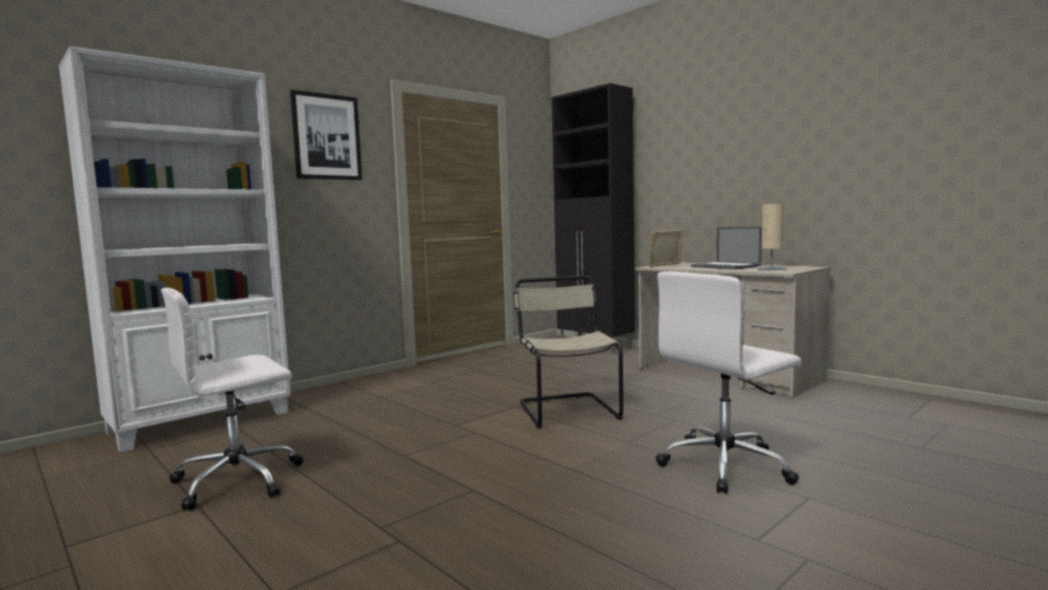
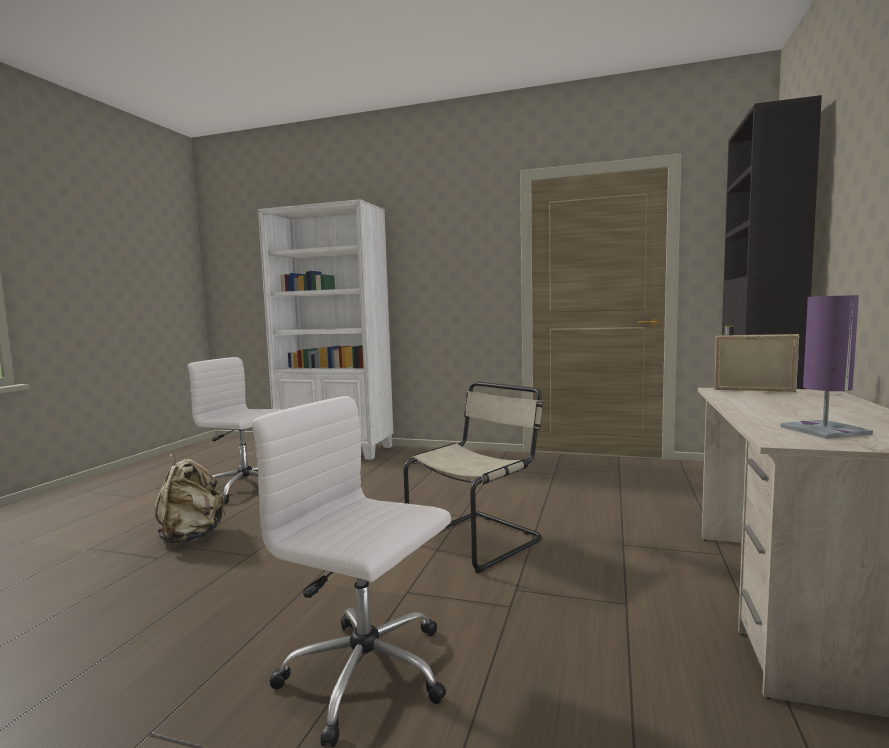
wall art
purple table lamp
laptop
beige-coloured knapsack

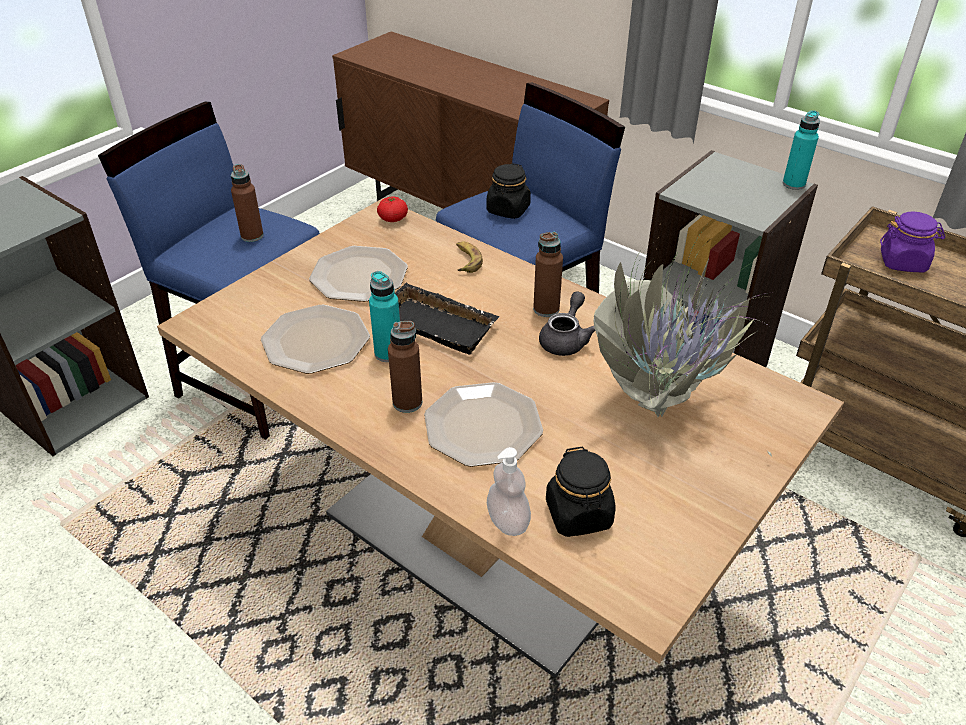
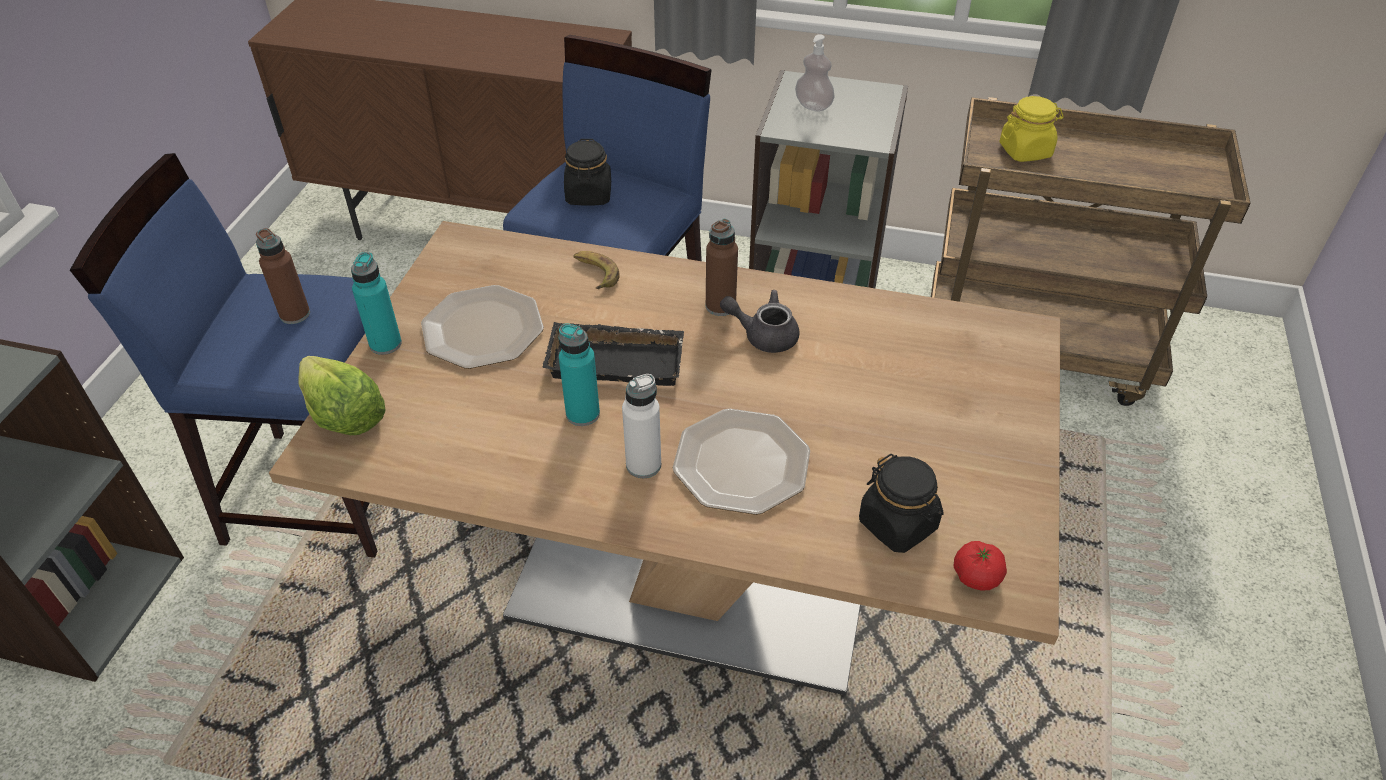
turquoise-coloured bottle (1st from left)
tomato
yellowish jar
houseplant
grey pot for tea
flat dish (1st from left in the first image)
white bottle
soap bottle
lettuce head

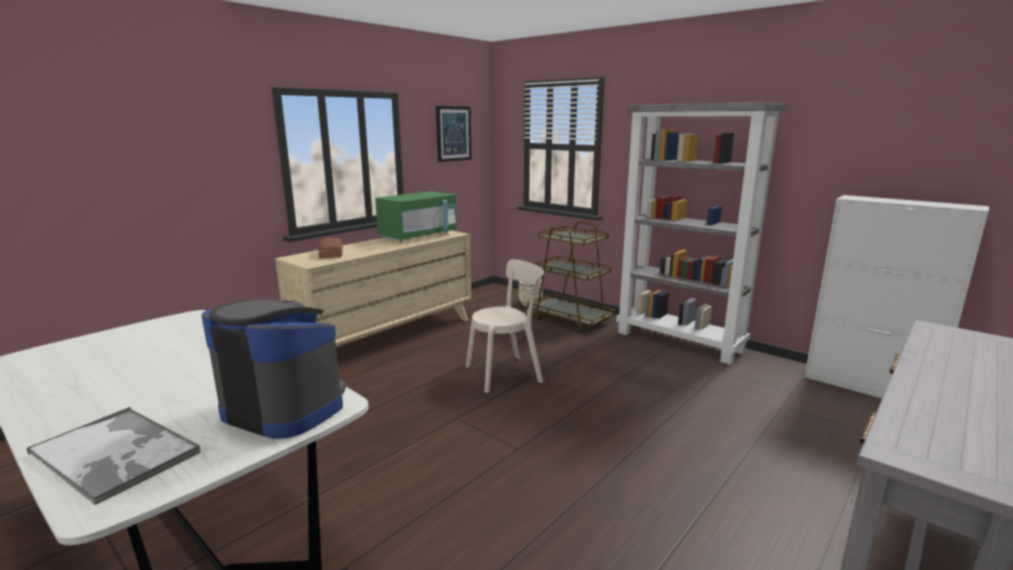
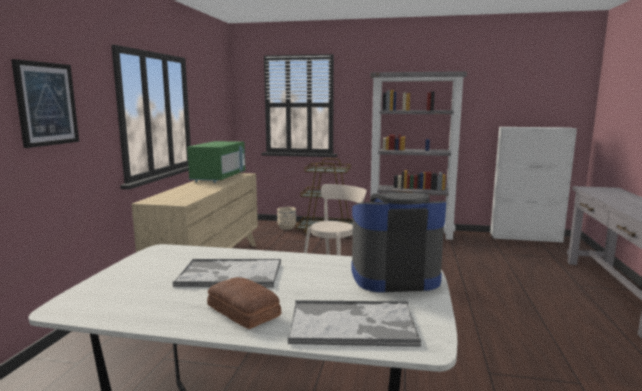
wall art
baked bread
tray (1st from left)

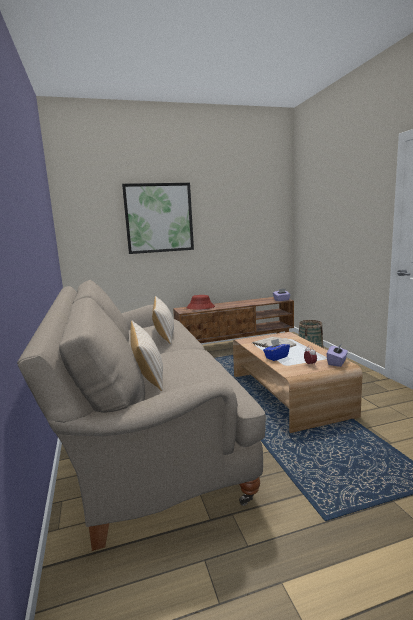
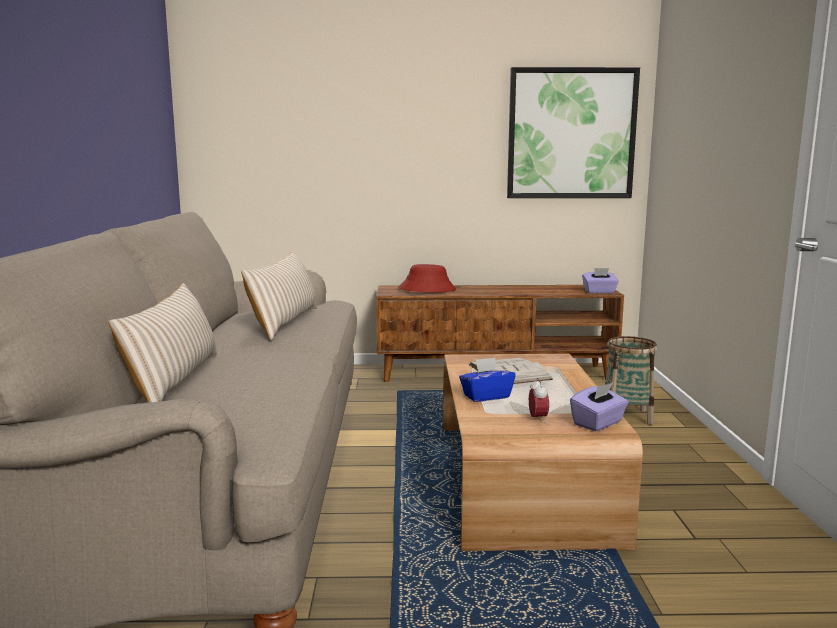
wall art

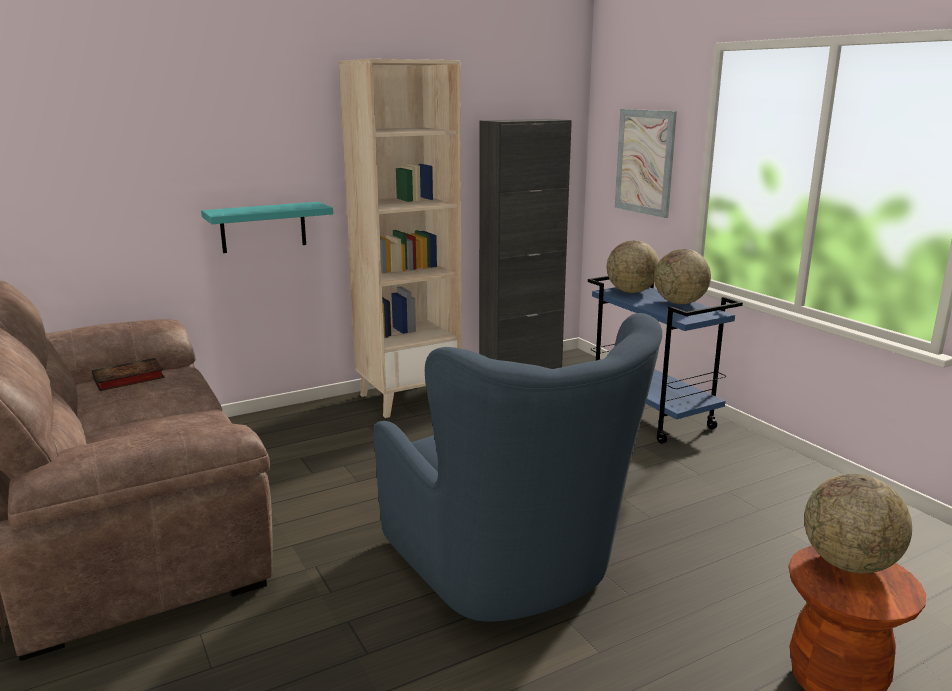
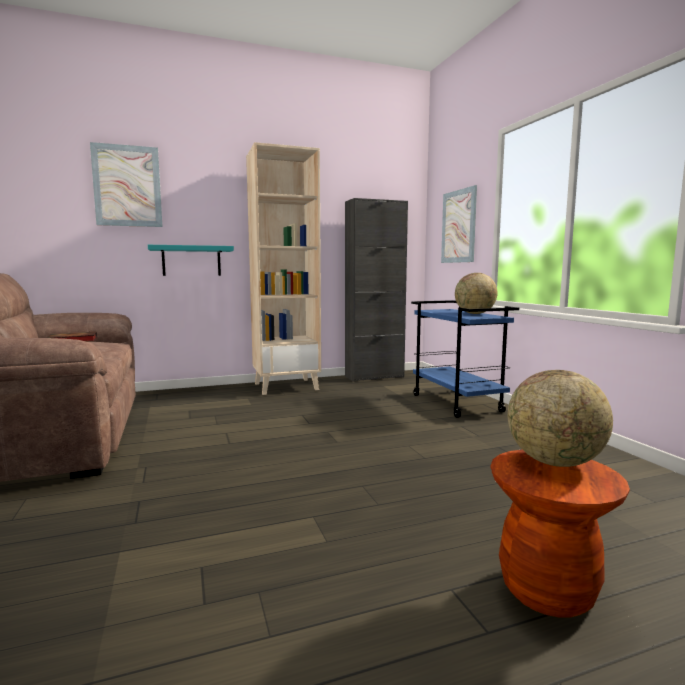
globe (1st from left in the first image)
blue easy chair
wall art (1st from left)

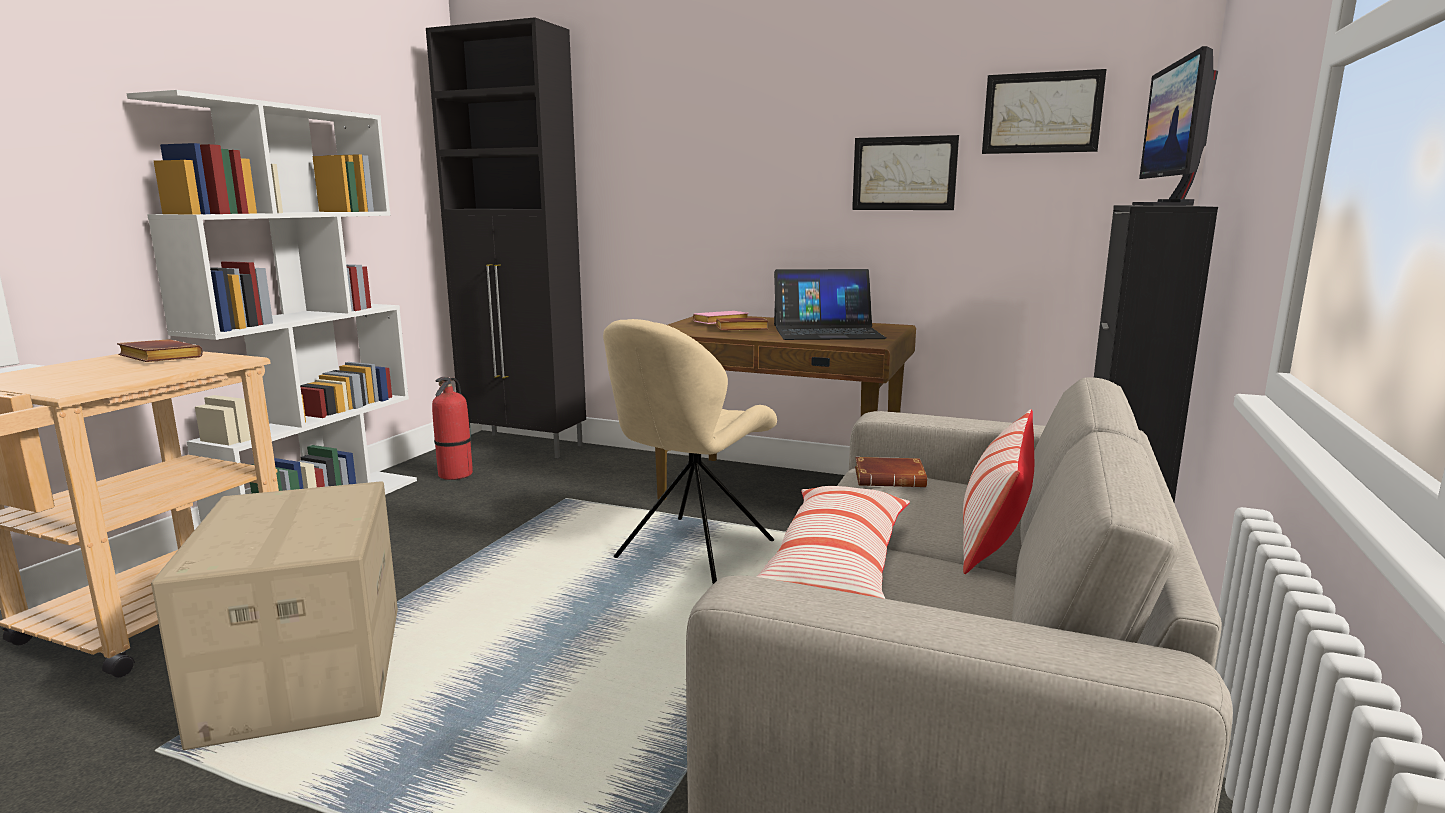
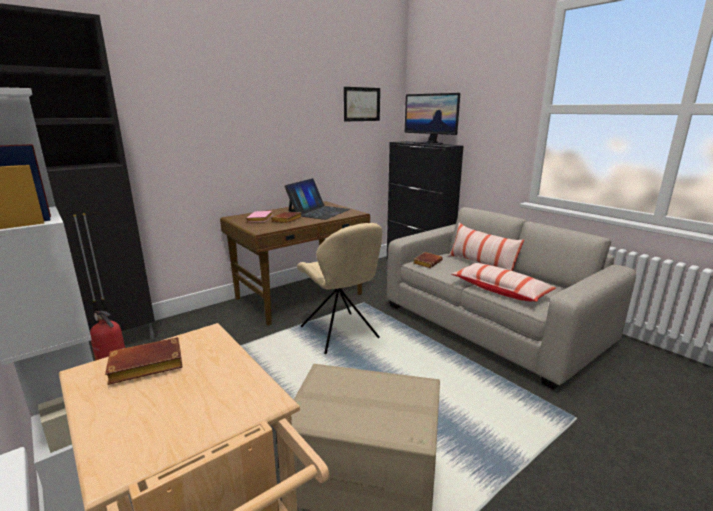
wall art (1st from left in the first image)

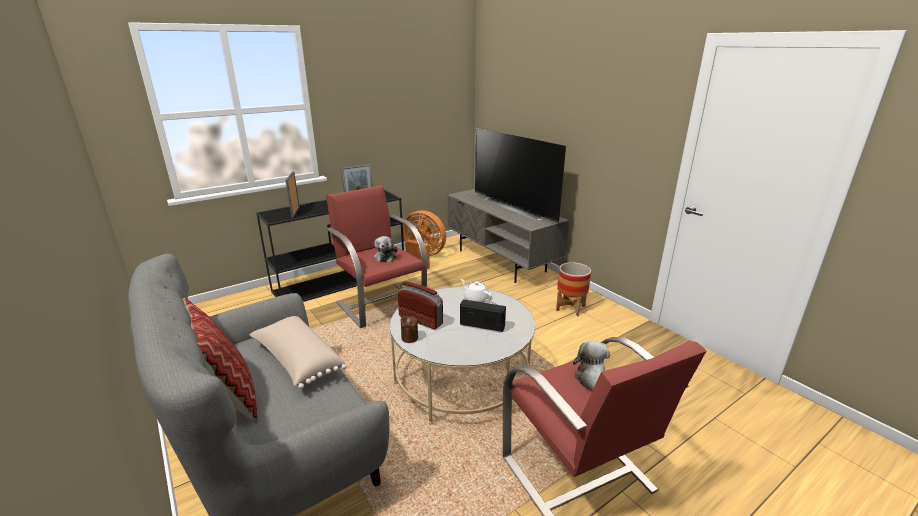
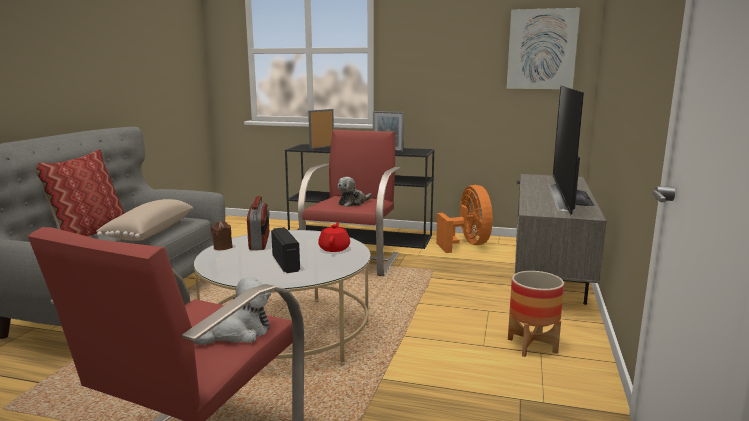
reddish pot for tea
wall art

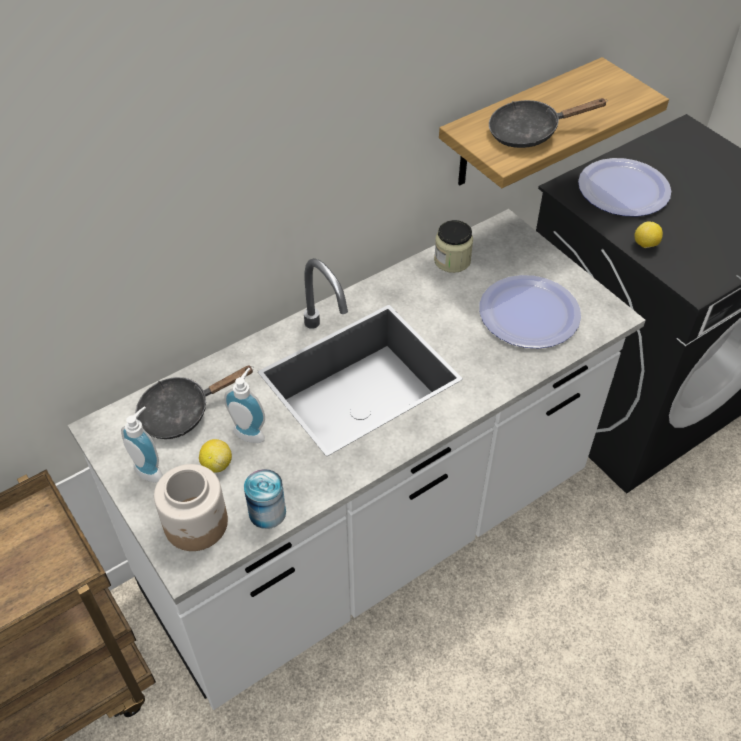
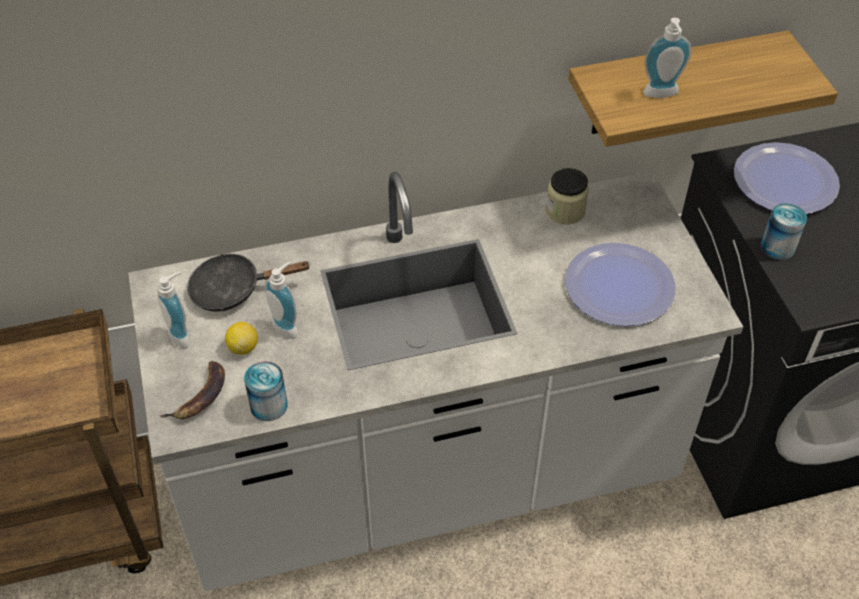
soap bottle (3rd from left)
sealed can (2nd from left)
banana

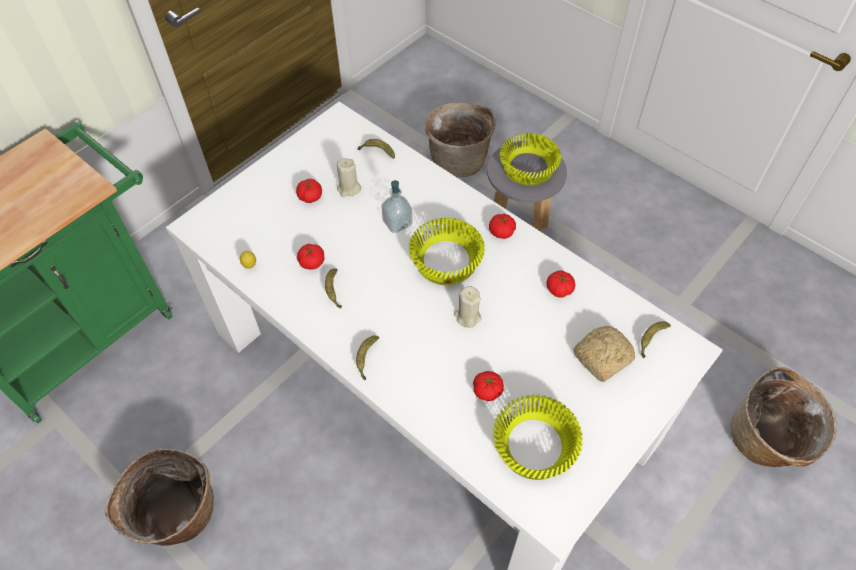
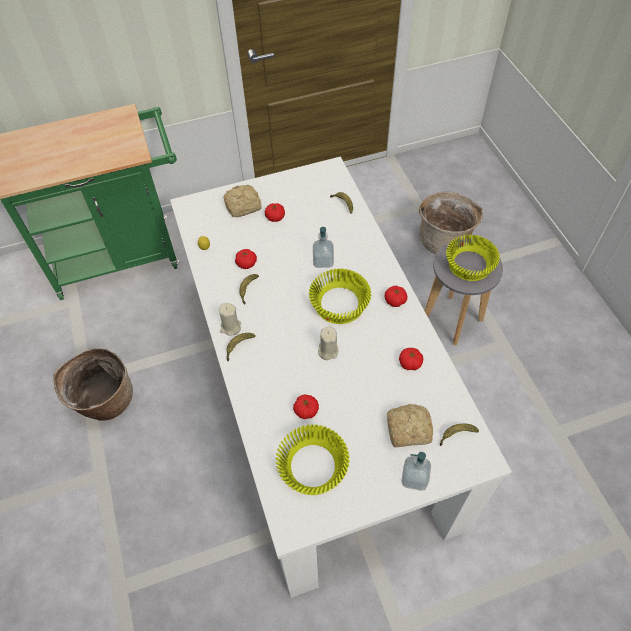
beige-coloured wax light (1st from left)
storage basket (3rd from left in the first image)
baked bread (1st from left)
soap bottle (2nd from left)

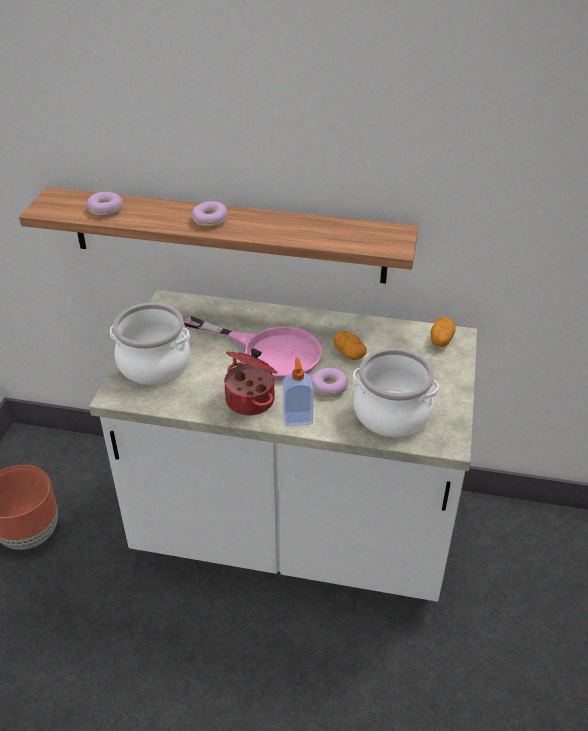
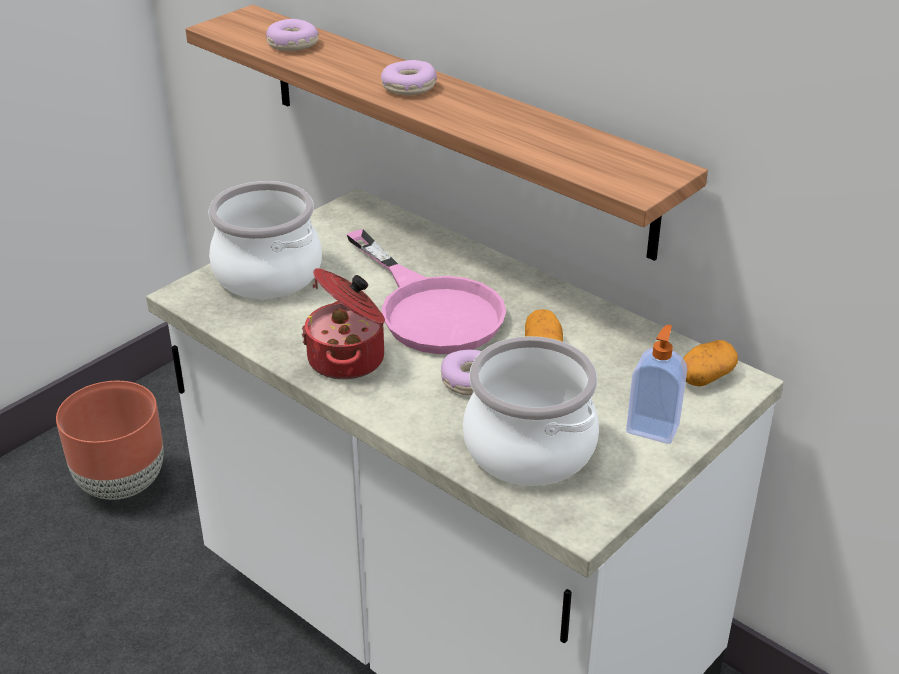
soap bottle

